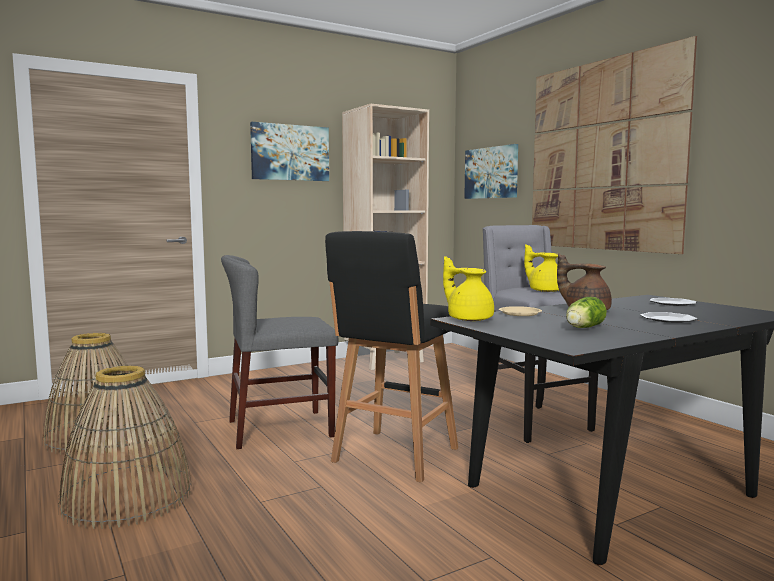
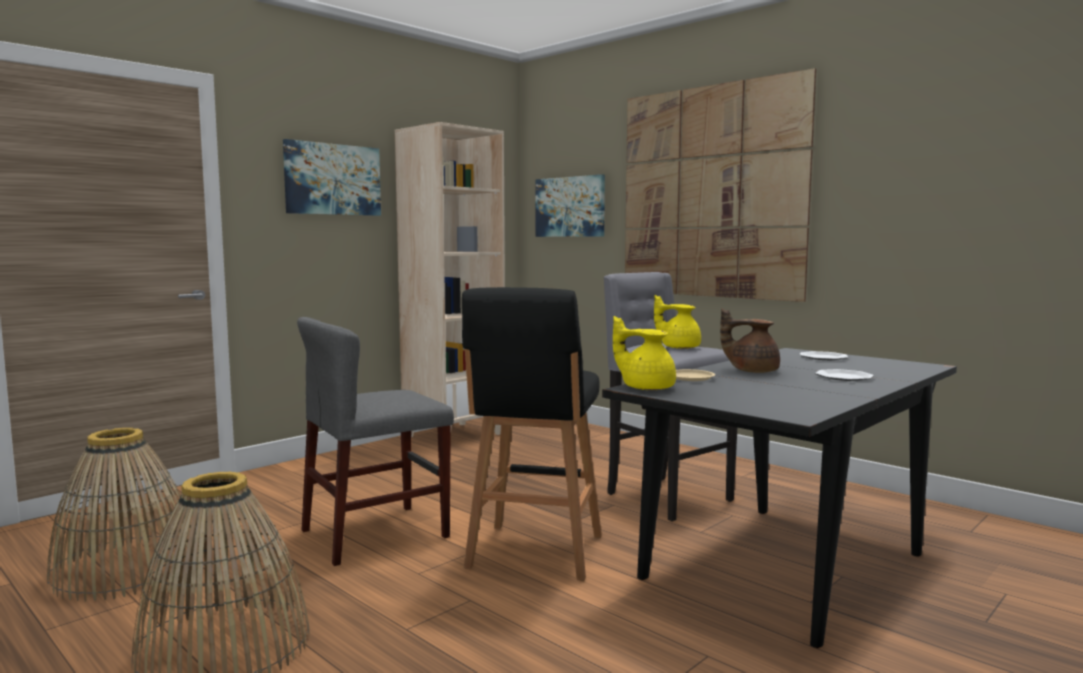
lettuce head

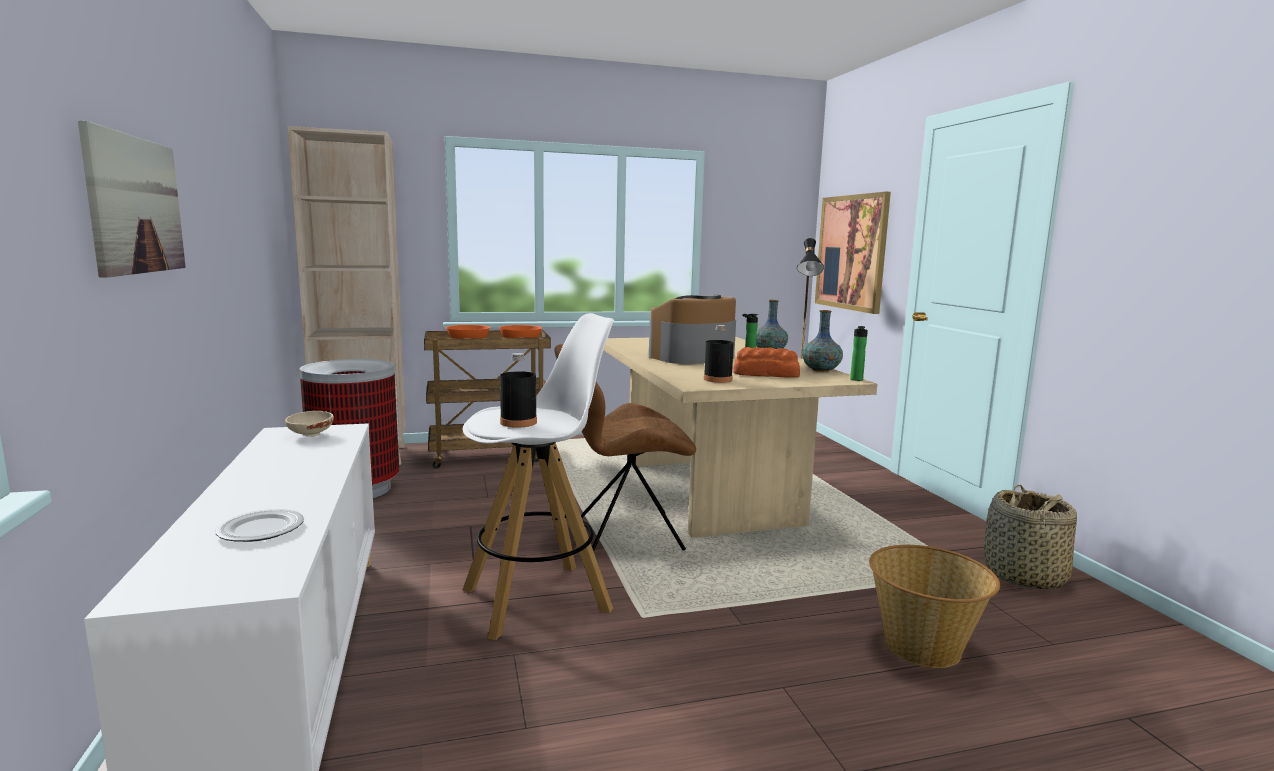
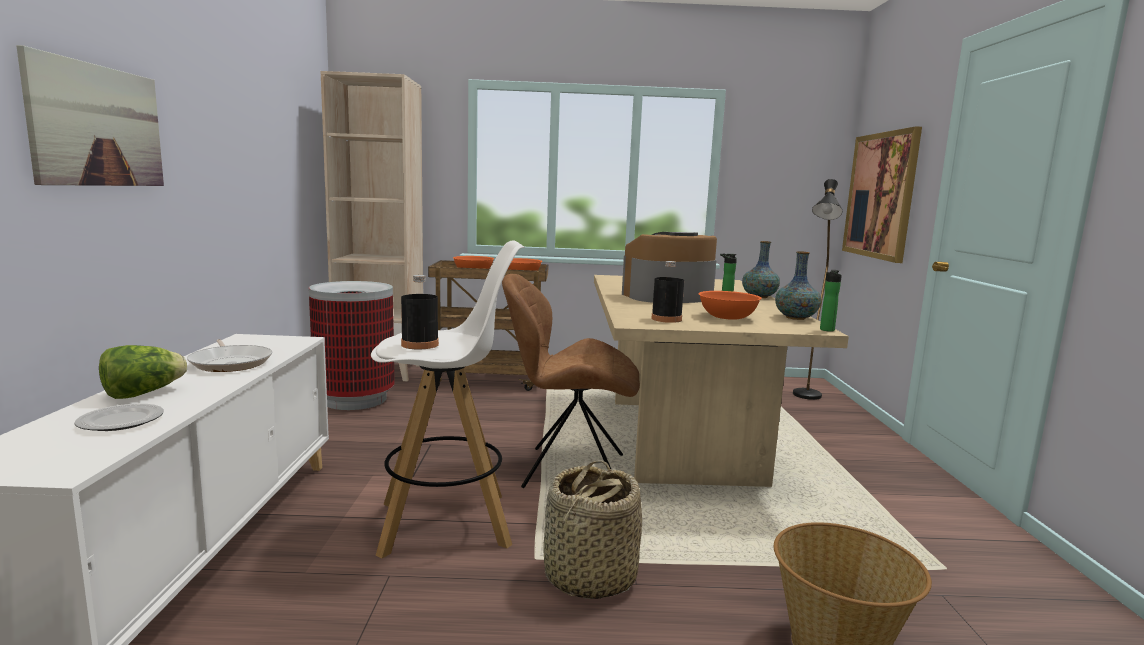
orange serving bowl (3rd from left)
beige-coloured serving bowl
storage basket (1st from left)
pan
lettuce head

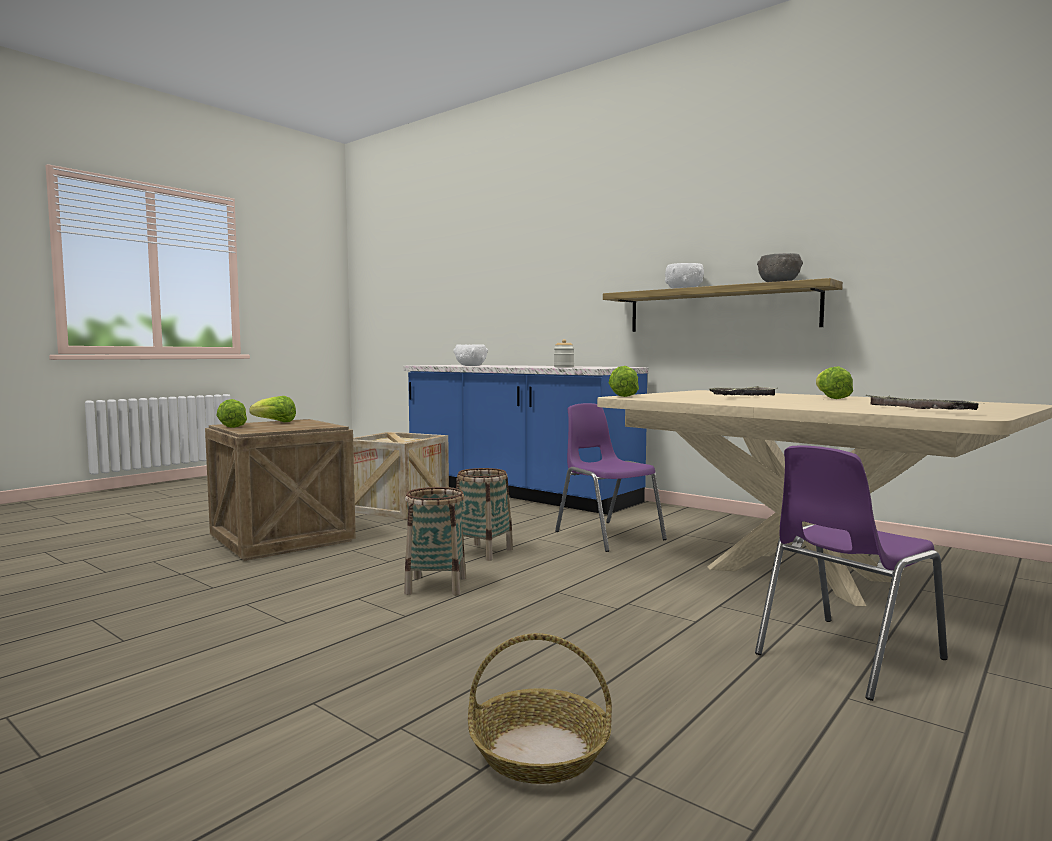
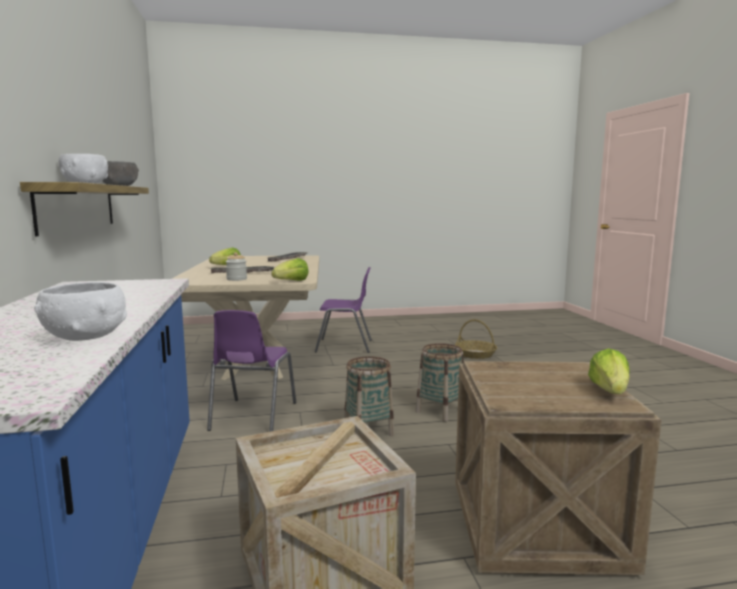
jar
lettuce head (2nd from left in the first image)

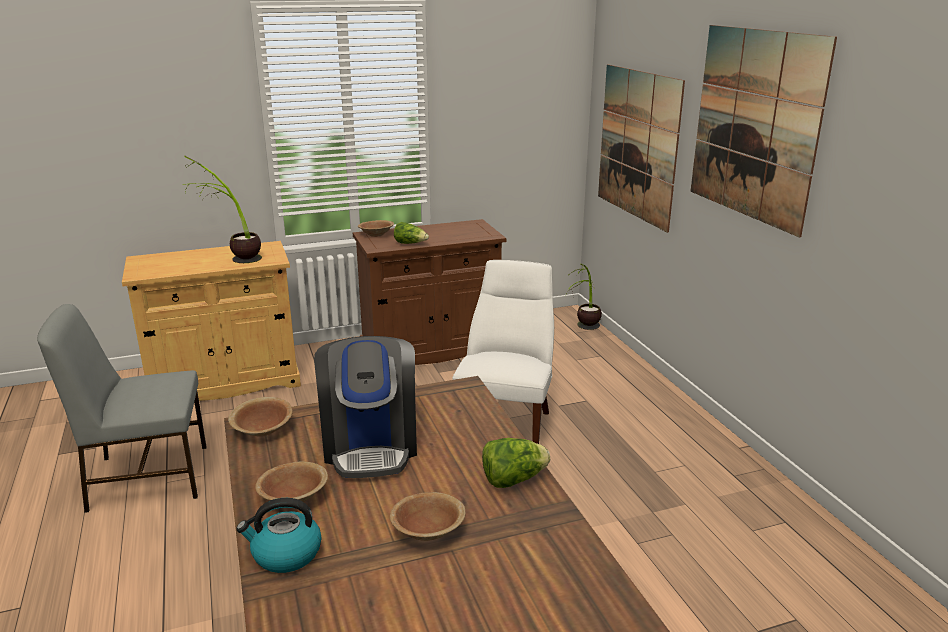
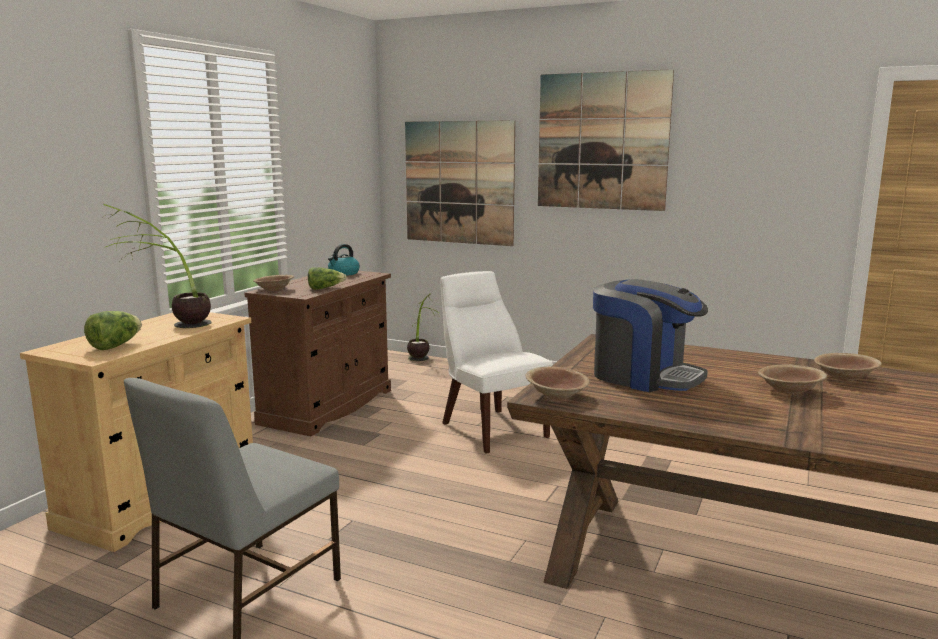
lettuce head (1st from left)
brownish serving bowl (4th from left)
kettle

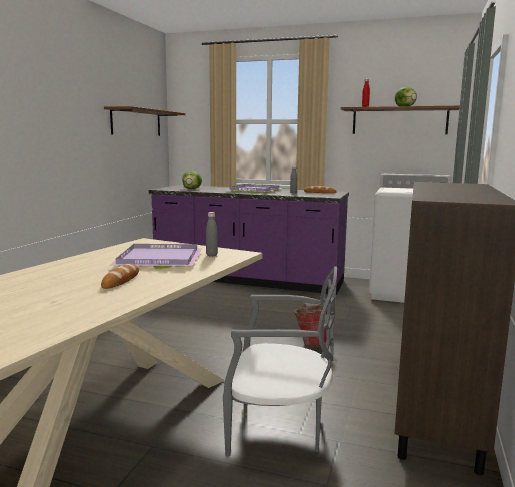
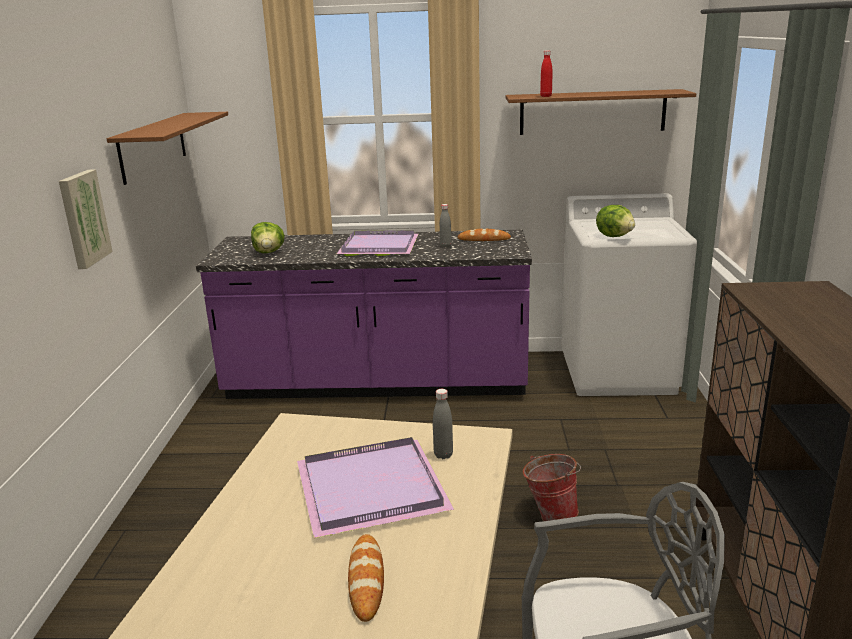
lettuce head (2nd from left)
wall art

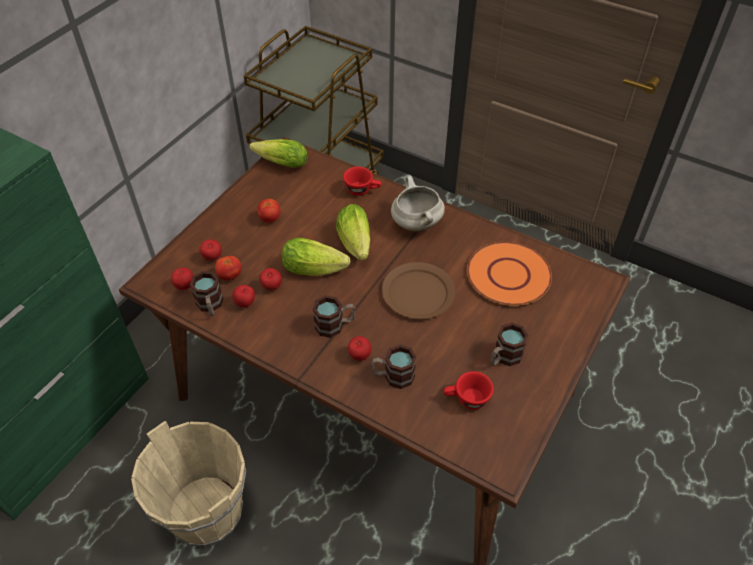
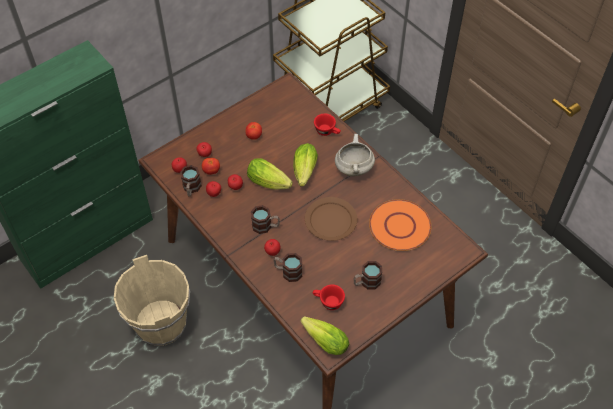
lettuce head (3rd from left)

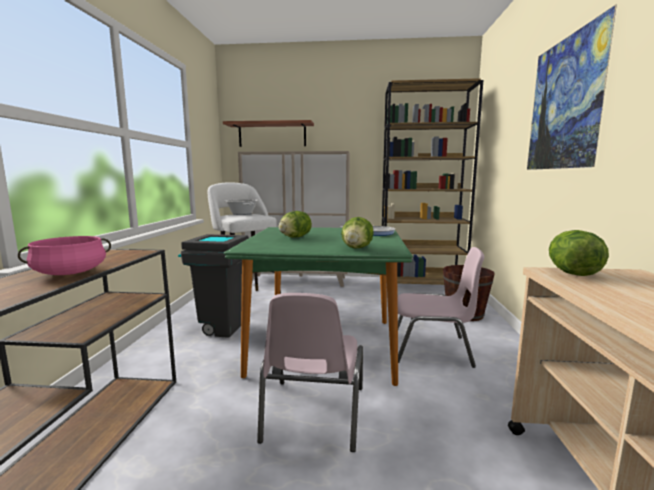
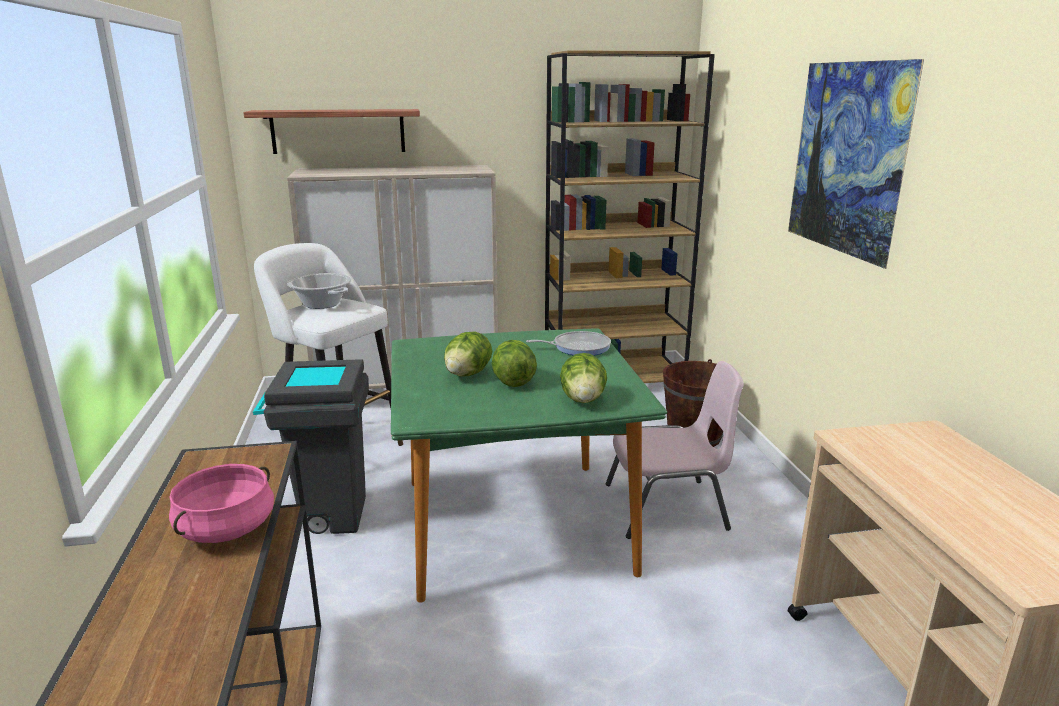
lettuce head (2nd from left)
pink-coloured upright chair (1st from left in the first image)

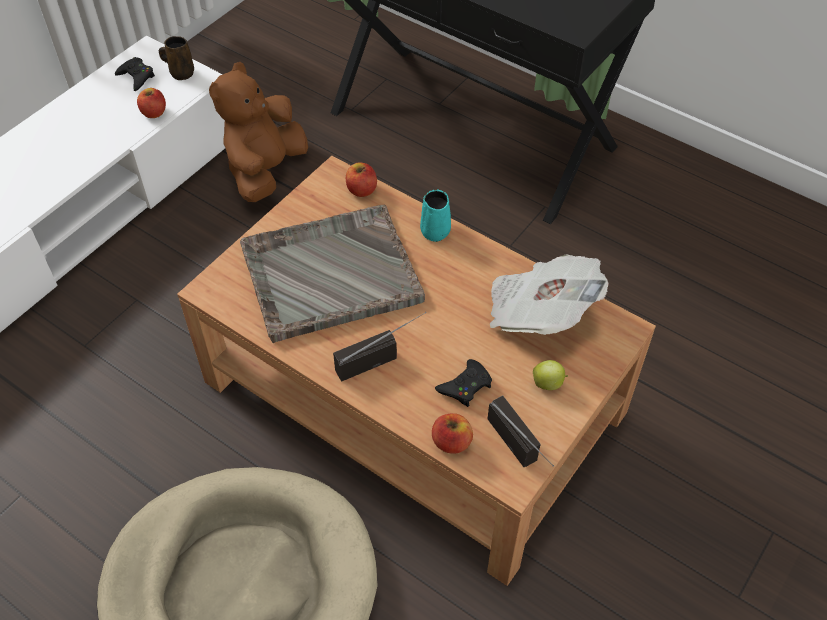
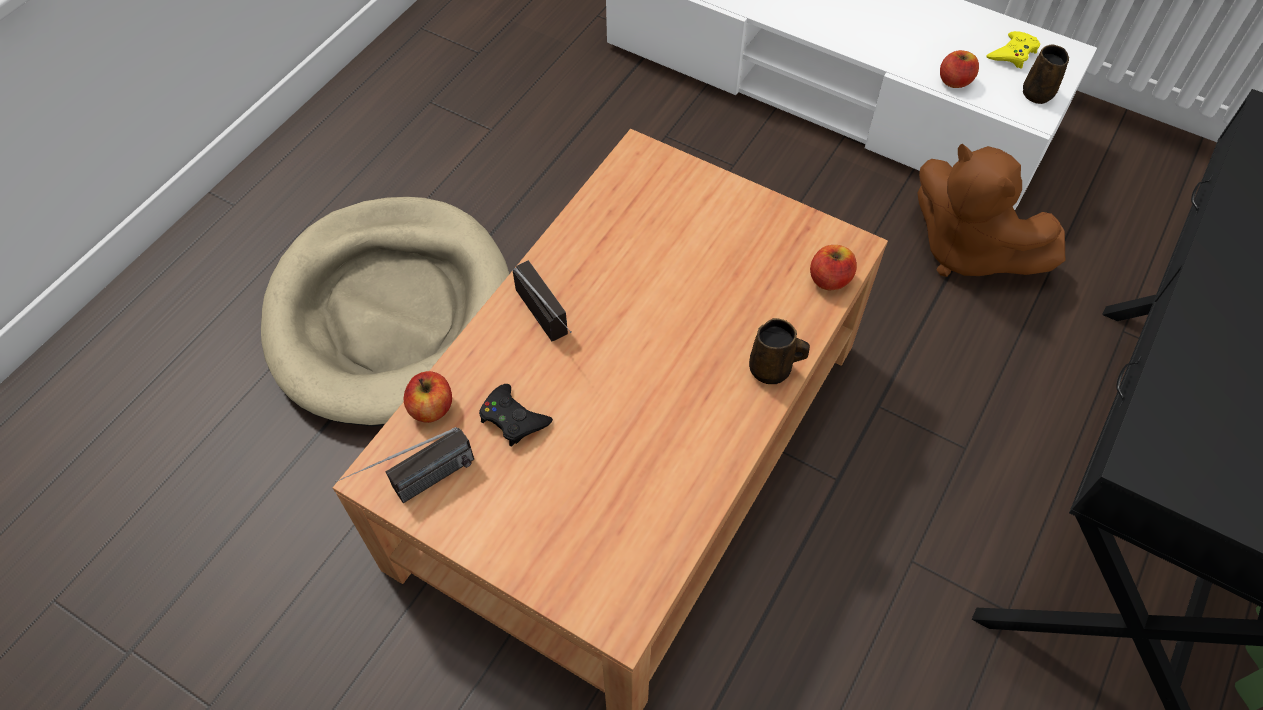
yellowish joypad
brownish soft toy
brownish coffee mug (1st from left)
grey tray
newspaper
apple (4th from left in the first image)

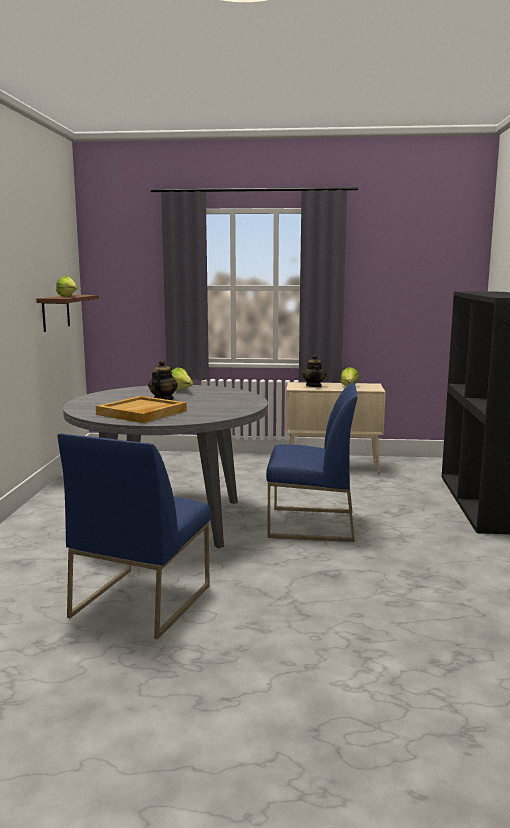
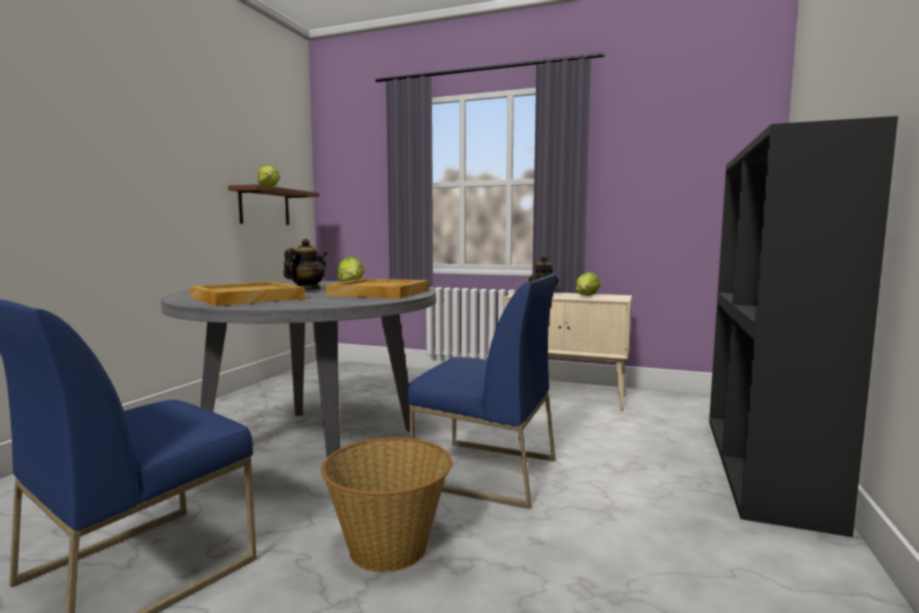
beige-coloured tray (2nd from left)
storage basket

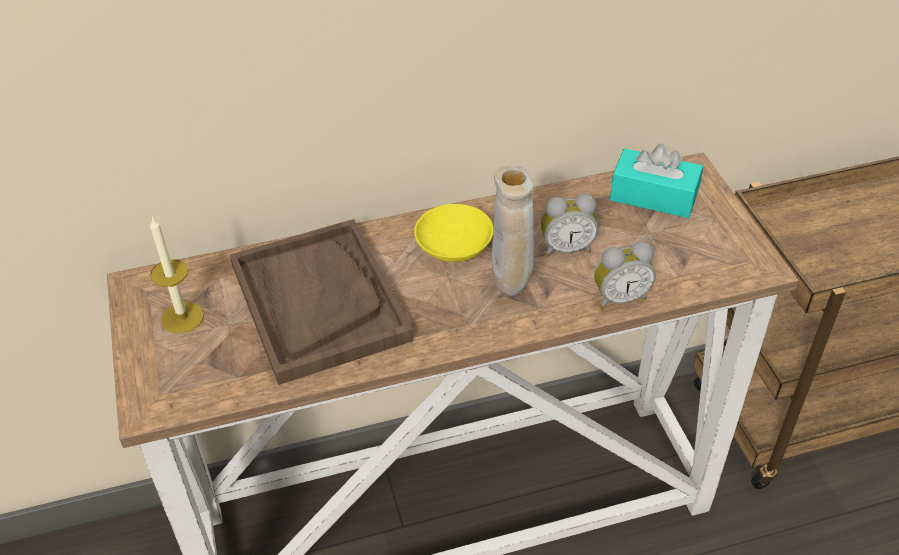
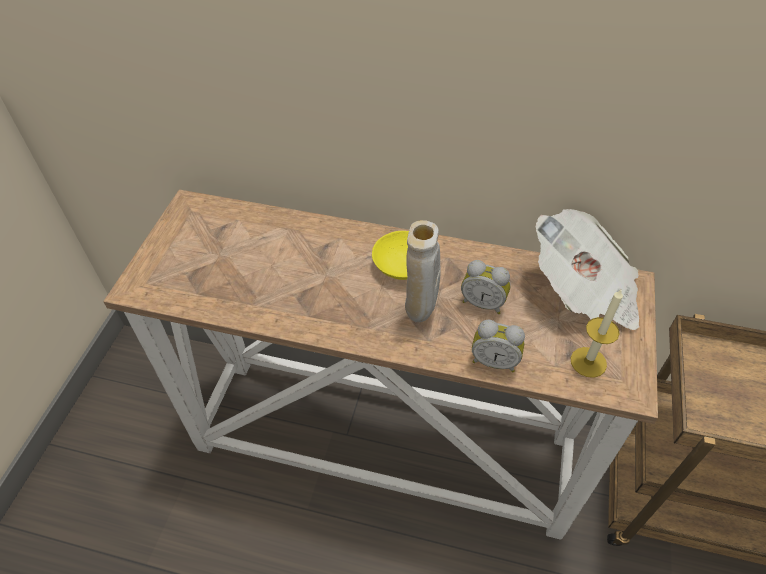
newspaper
wax light
brownish tray

